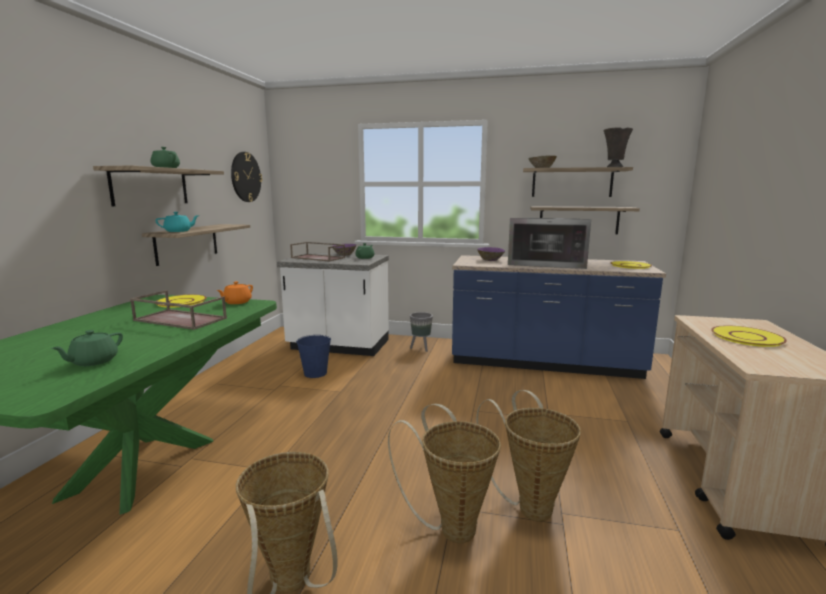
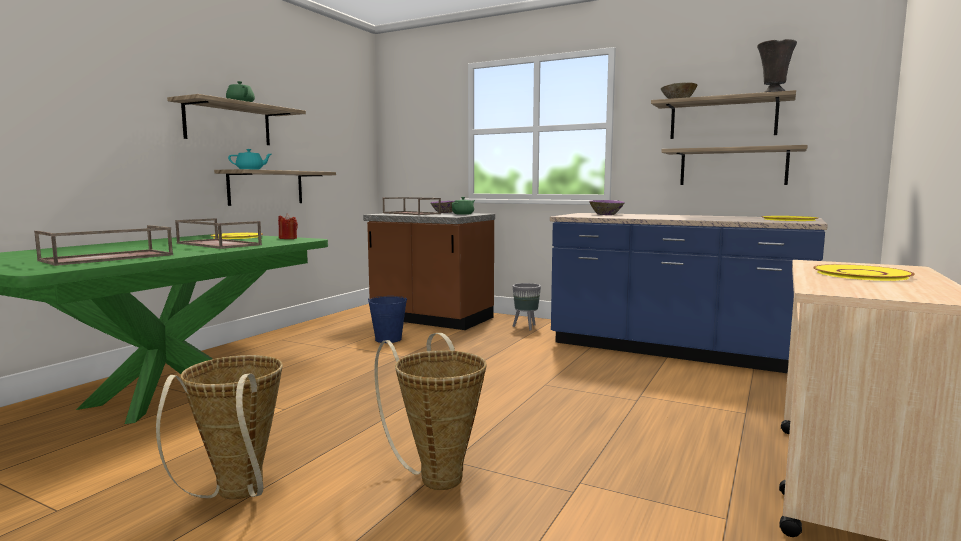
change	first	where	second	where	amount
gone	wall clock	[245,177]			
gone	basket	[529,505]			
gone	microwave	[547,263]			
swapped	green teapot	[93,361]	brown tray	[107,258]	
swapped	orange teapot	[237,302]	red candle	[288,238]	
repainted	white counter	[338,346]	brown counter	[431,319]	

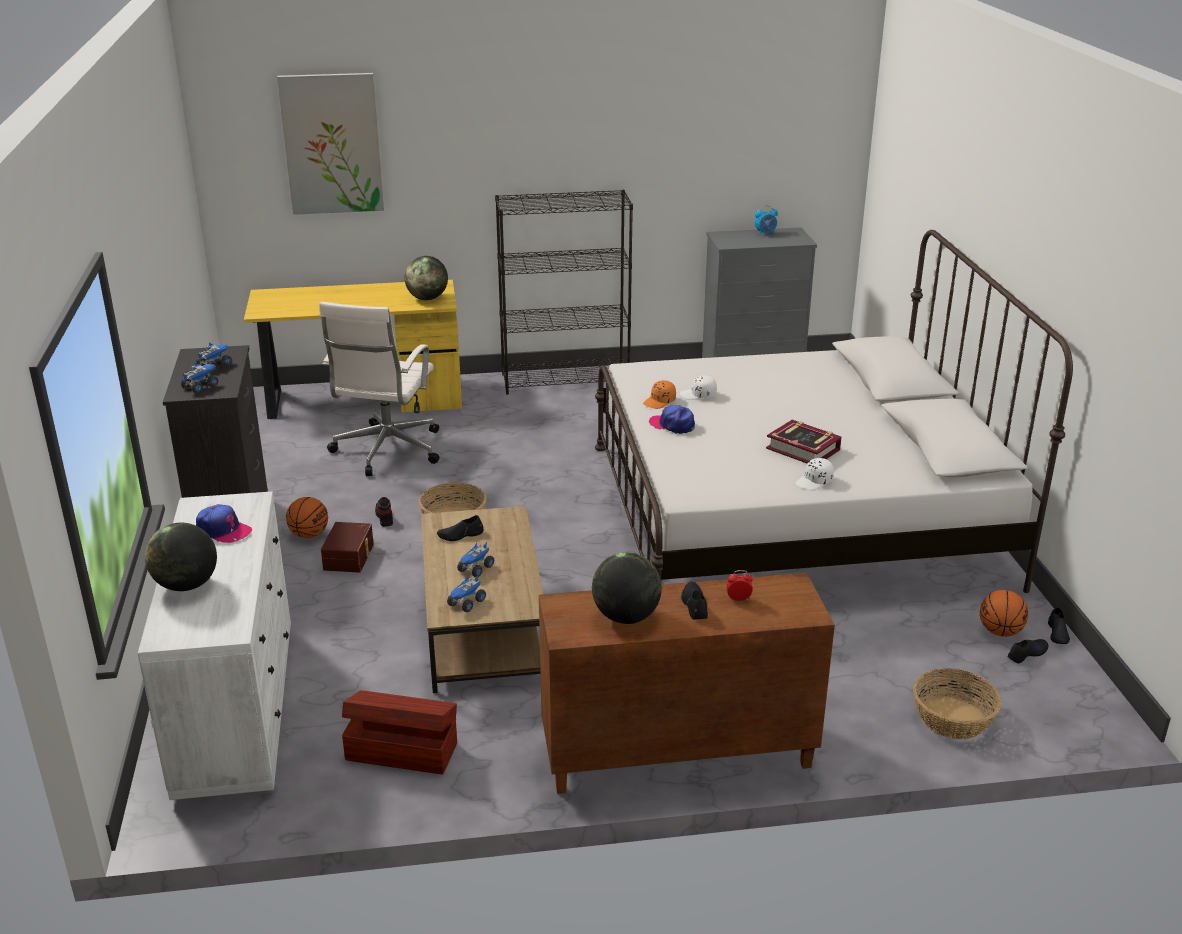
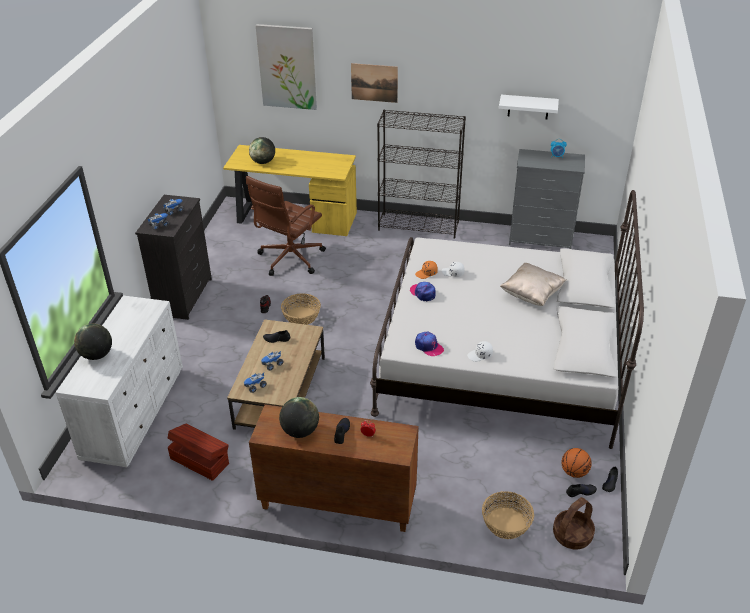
change	first	where	second	where	amount
gone	basketball	[309,534]			
gone	brown storage box	[350,557]			
gone	book	[803,449]			
new			picture	[374,83]	
new			white shelf	[528,107]	
new			beige pillow	[531,294]	
new			basket	[572,535]	
shifted	cap	[223,530]		[428,347]	
shifted	globe	[427,298]		[263,162]	
repainted	white office chair	[386,451]	brown office chair	[289,259]	

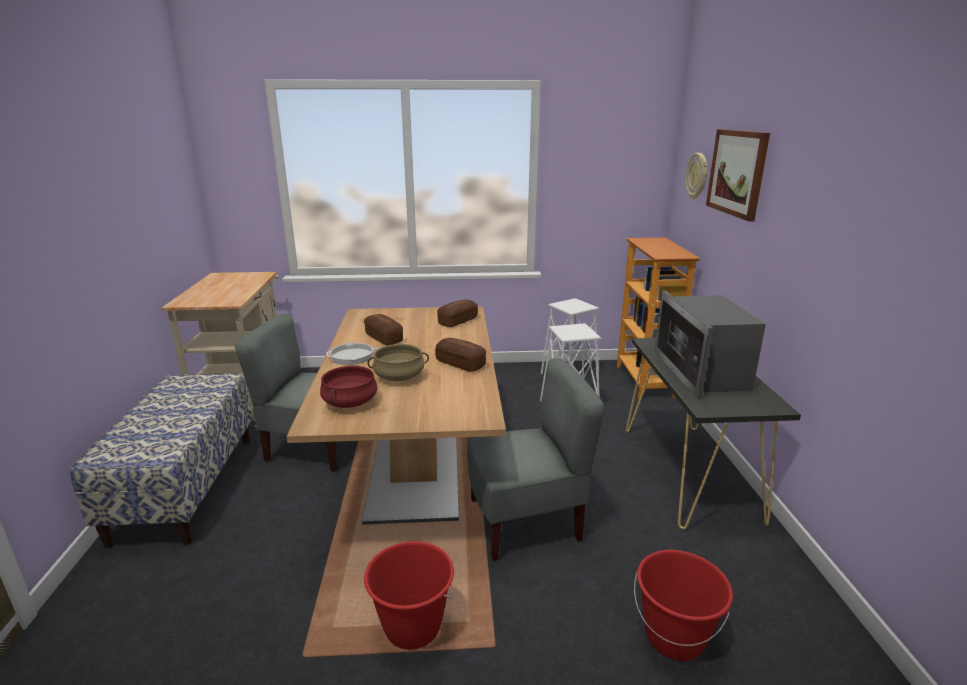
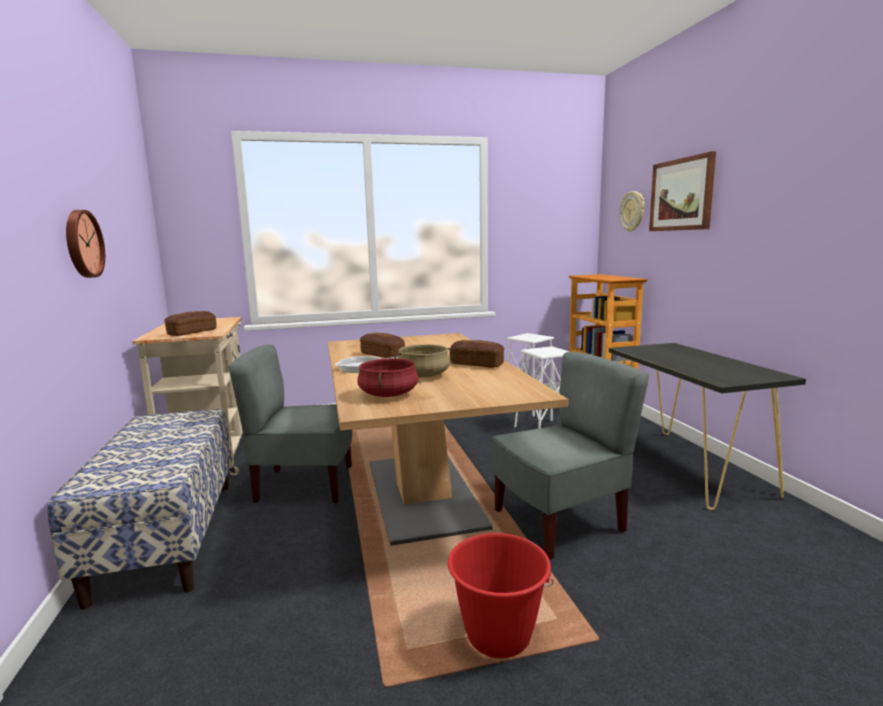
change	first	where	second	where	amount
gone	red bucket	[674,637]			
gone	microwave	[701,372]			
new			wall clock	[82,244]	
shifted	bread	[457,321]		[192,332]	

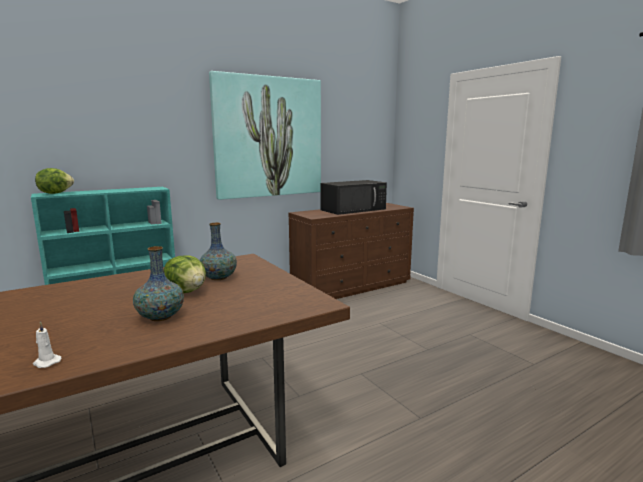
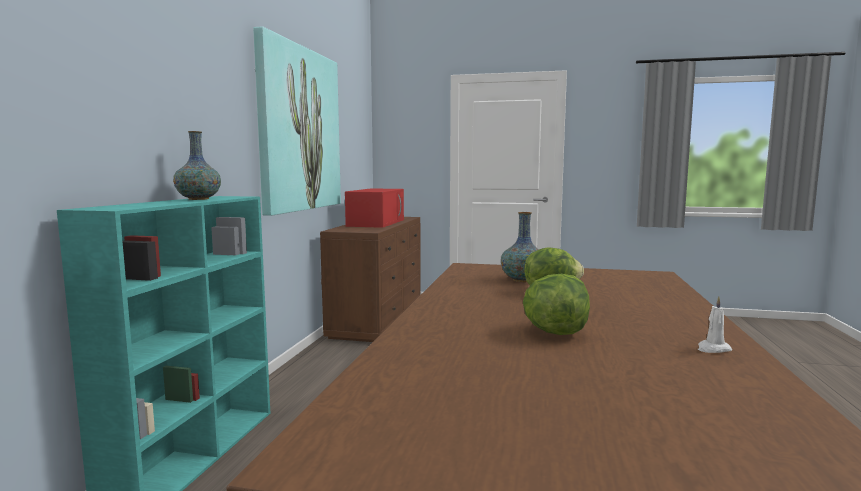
change	first	where	second	where	amount
shifted	lettuce	[55,193]		[555,332]	
shifted	vase	[160,317]		[198,199]	
repainted	black microwave	[354,209]	red microwave	[376,223]	

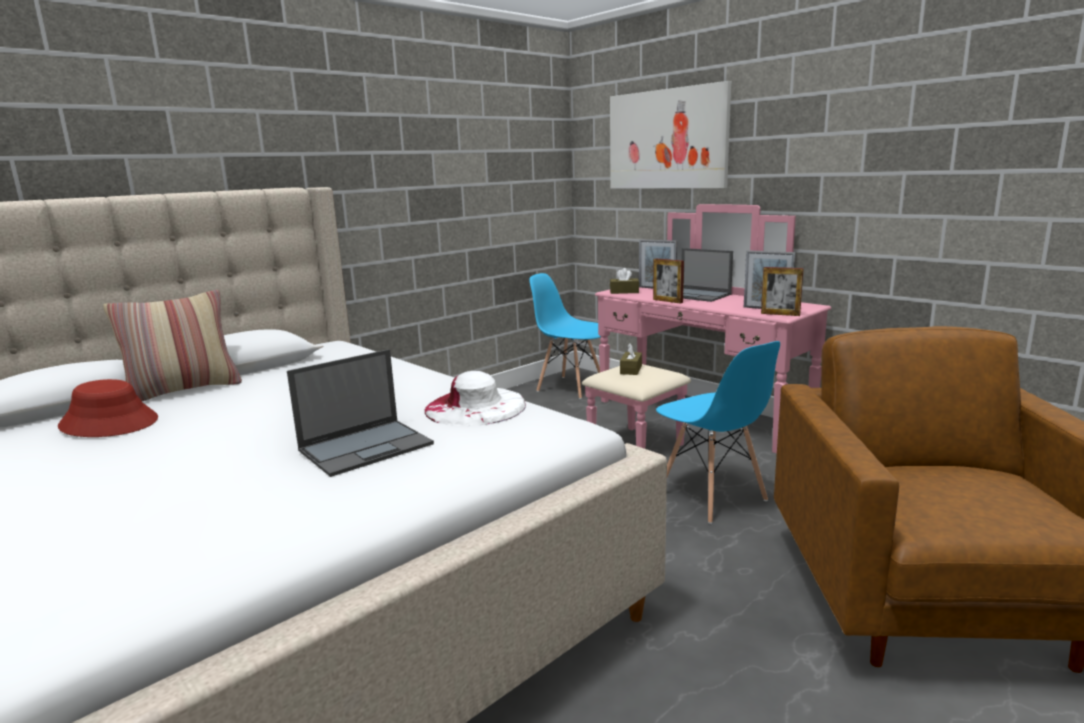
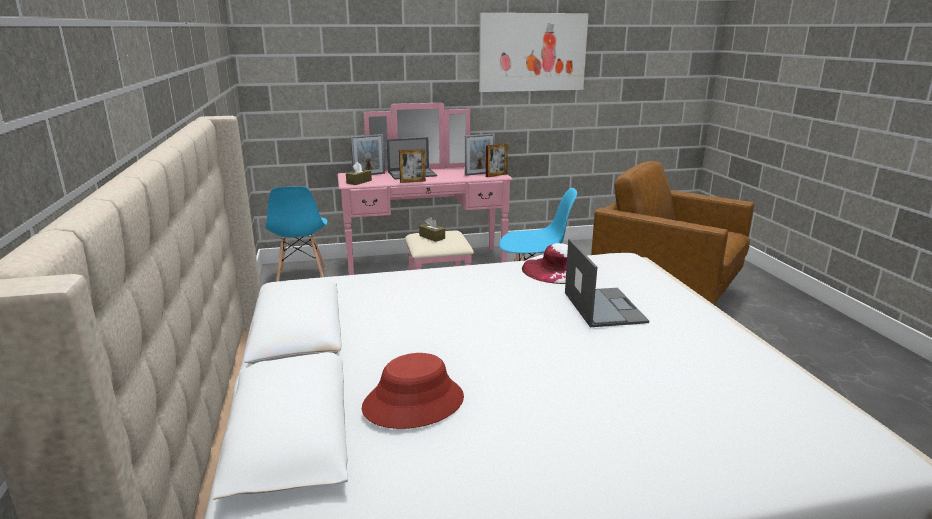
change	first	where	second	where	amount
gone	pillow	[184,390]			
shifted	picture	[667,139]		[532,52]	
rotated	blue chair	[570,387]		[301,278]	75 degrees counterclockwise

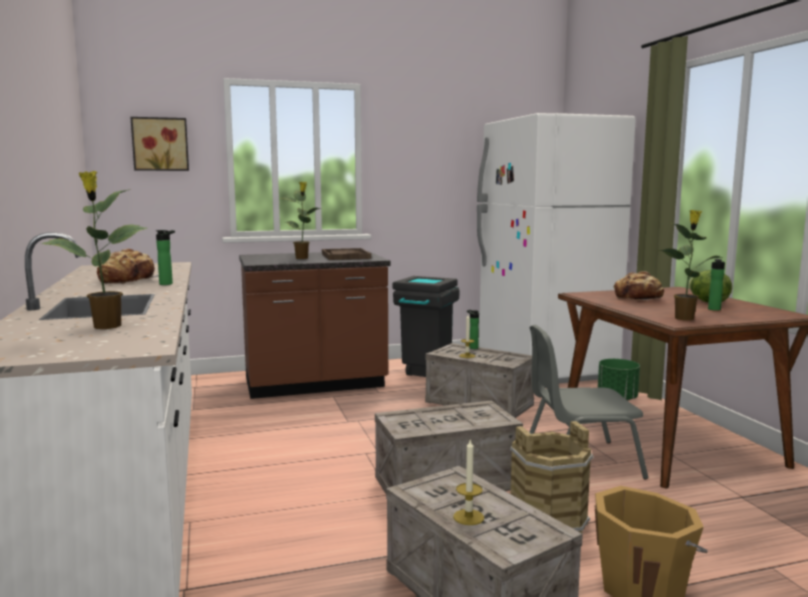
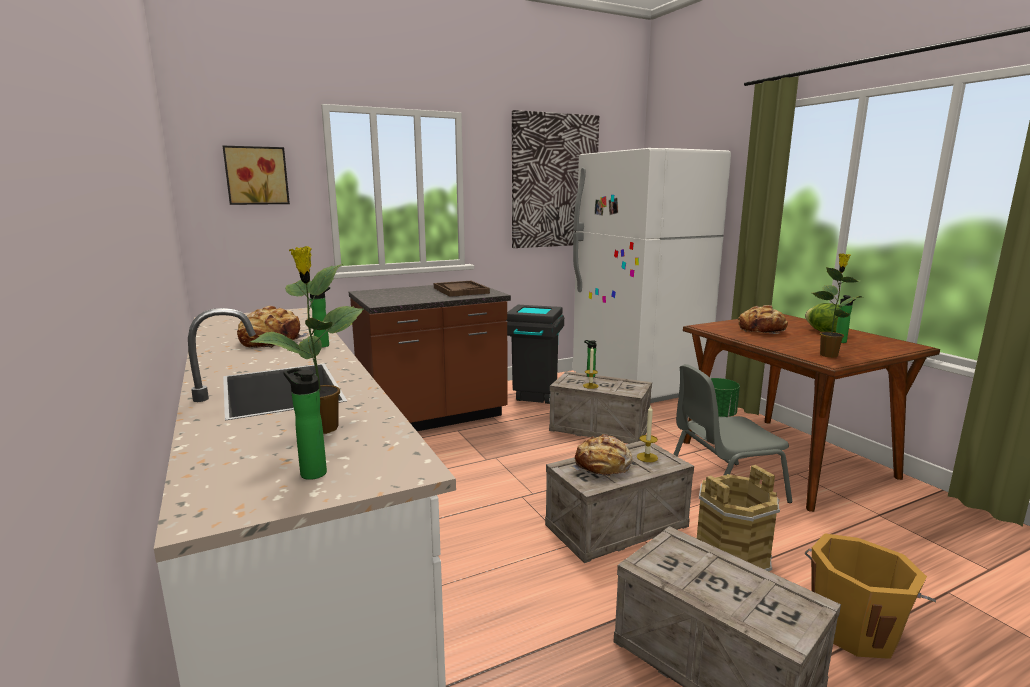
change	first	where	second	where	amount
gone	potted plant	[302,258]			
new			bottle	[311,472]	
new			picture	[554,181]	
new			bread	[602,466]	
shifted	candle	[468,517]		[647,457]	

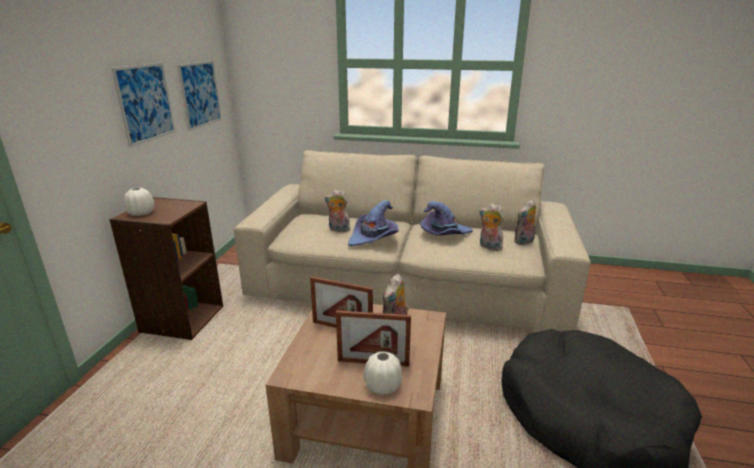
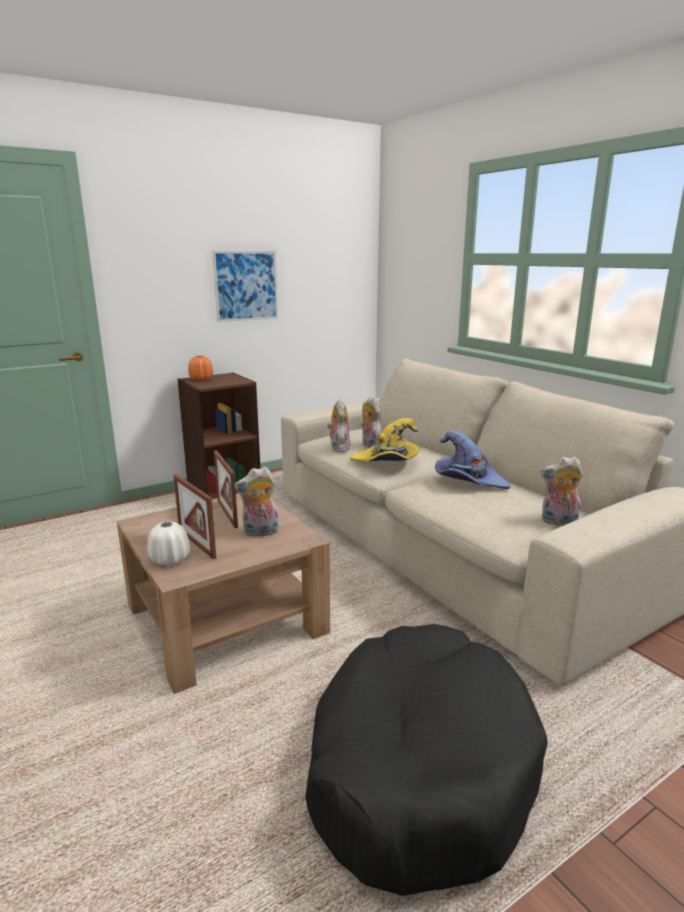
change	first	where	second	where	amount
gone	picture	[200,94]			
shifted	plush toy	[489,247]		[338,448]	
repainted	white vase	[141,213]	orange vase	[201,379]	
repainted	purple hat	[374,238]	yellow hat	[387,461]	

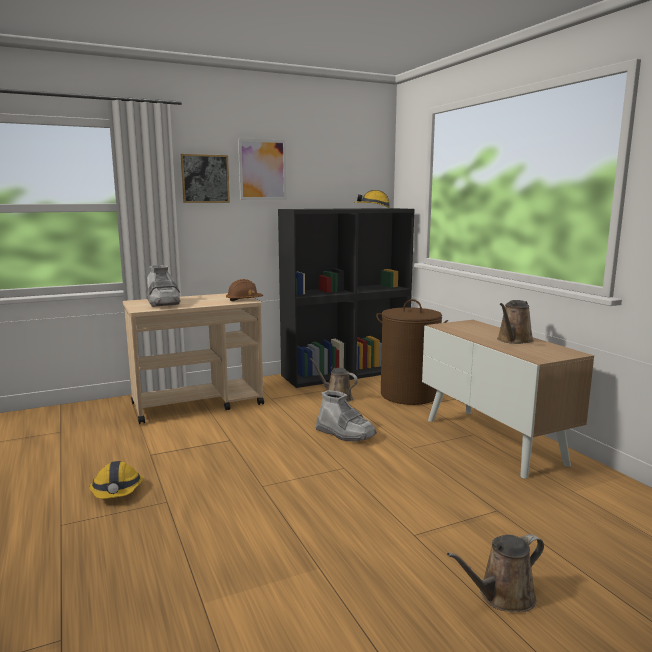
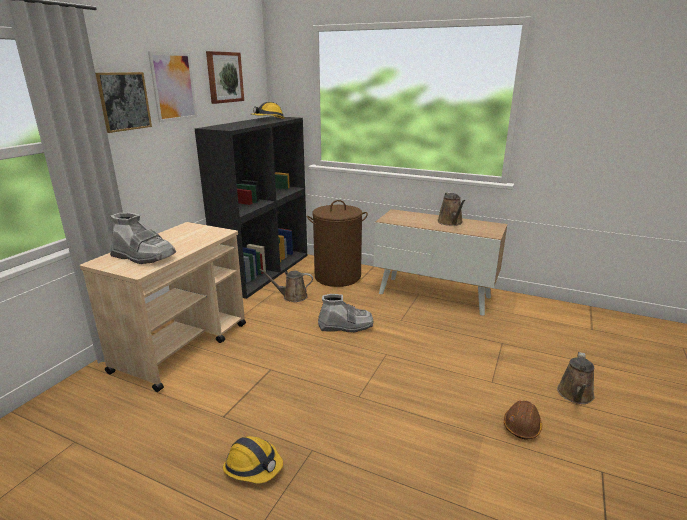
change	first	where	second	where	amount
new			picture	[224,77]	
shifted	brown hard hat	[244,300]		[522,426]	

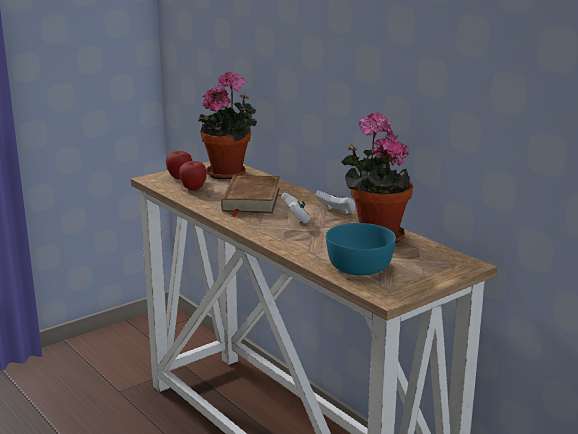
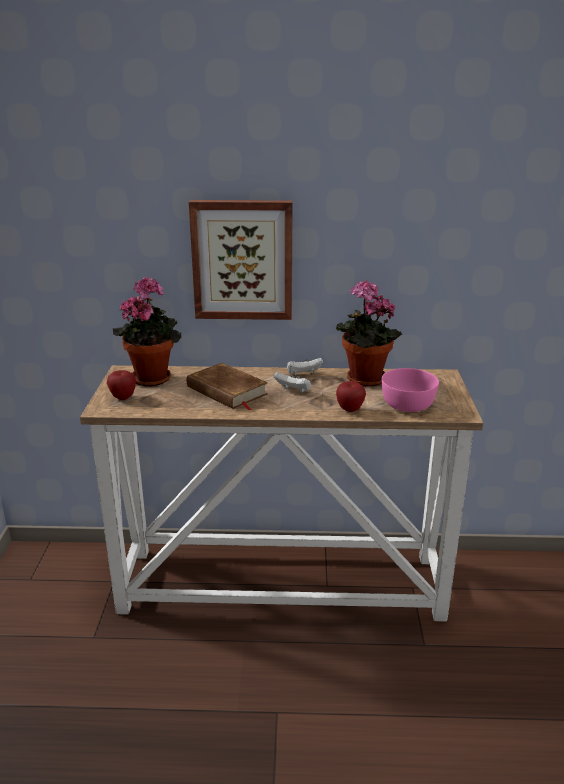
change	first	where	second	where	amount
new			picture	[242,260]	
shifted	apple	[193,189]		[350,410]	
repainted	turquoise bowl	[360,267]	pink bowl	[407,404]	

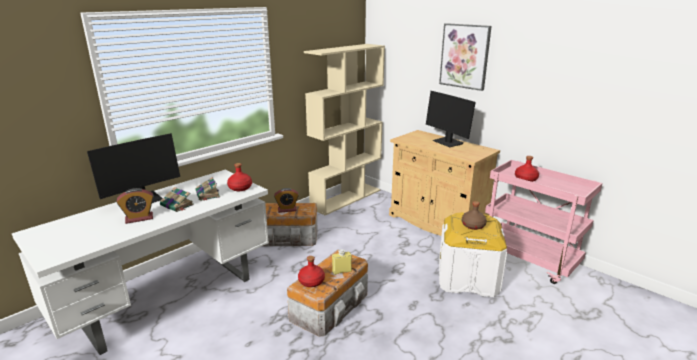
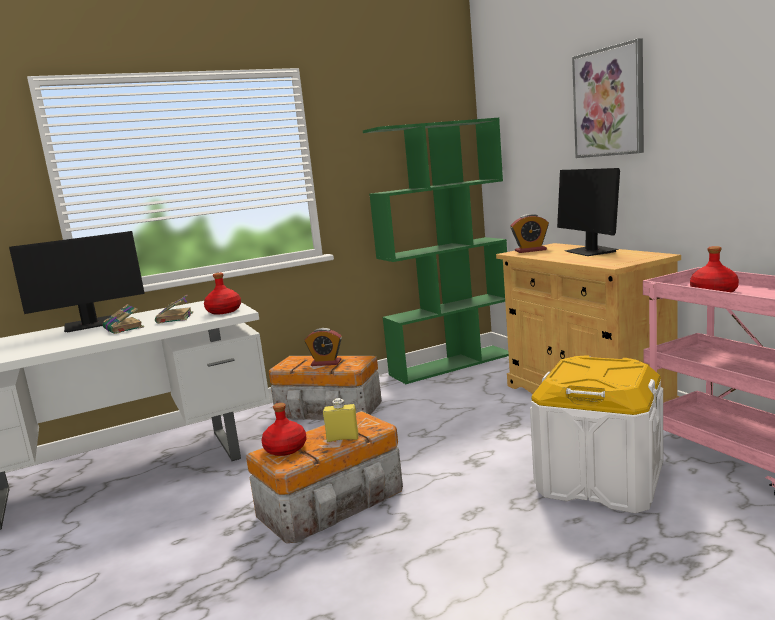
change	first	where	second	where	amount
gone	brown bottle	[473,226]			
shifted	alarm clock	[139,218]		[530,250]	
repainted	beige bookcase	[346,198]	green bookcase	[452,364]	

